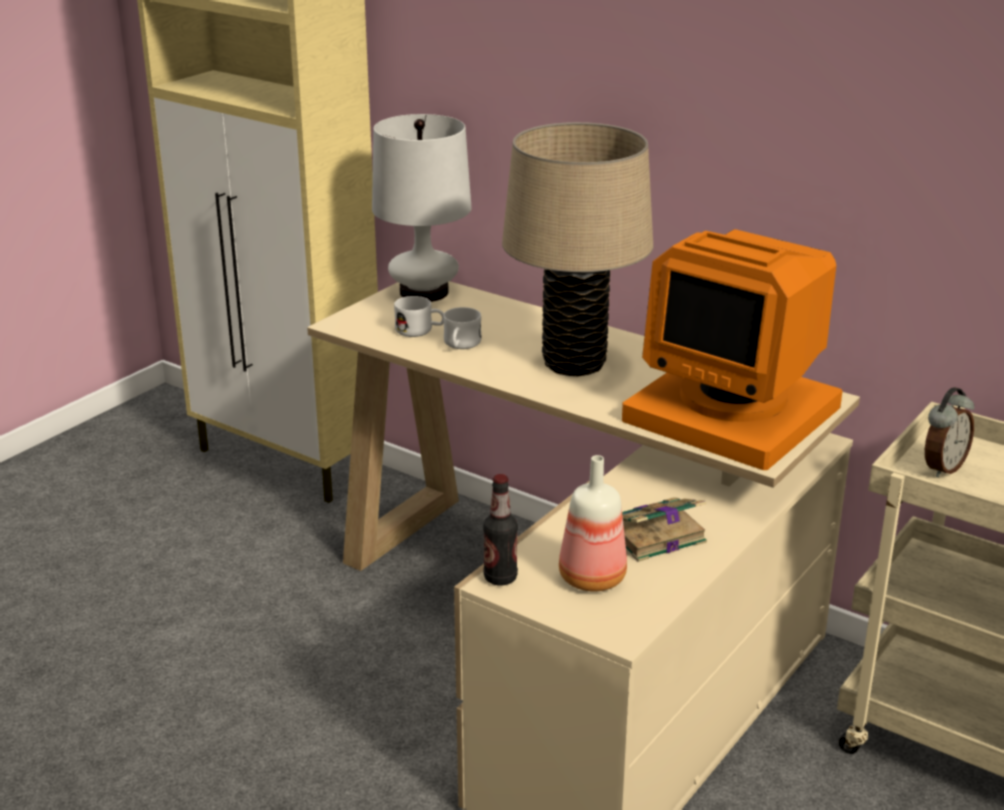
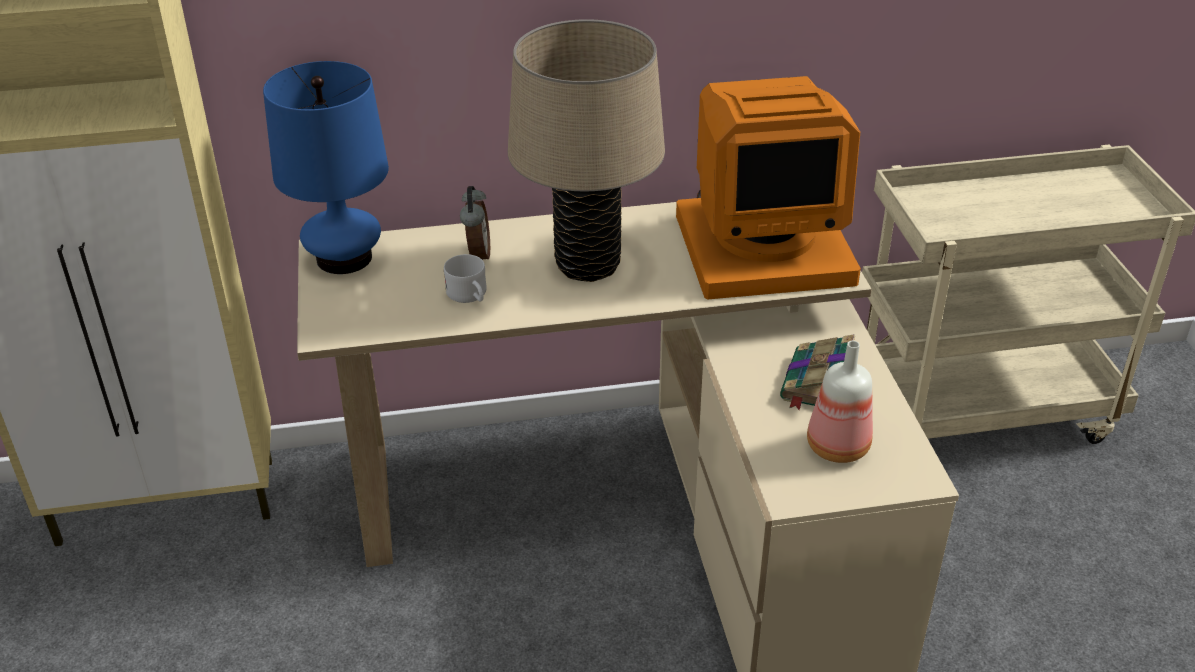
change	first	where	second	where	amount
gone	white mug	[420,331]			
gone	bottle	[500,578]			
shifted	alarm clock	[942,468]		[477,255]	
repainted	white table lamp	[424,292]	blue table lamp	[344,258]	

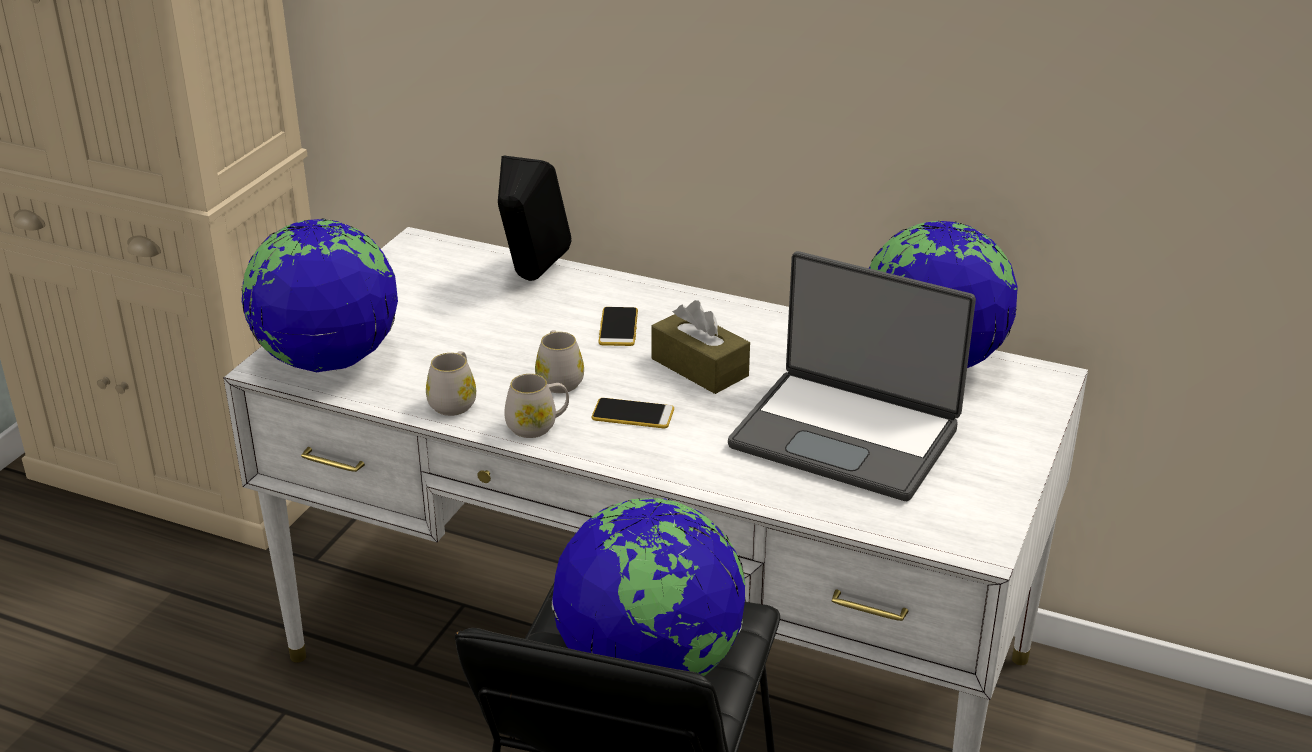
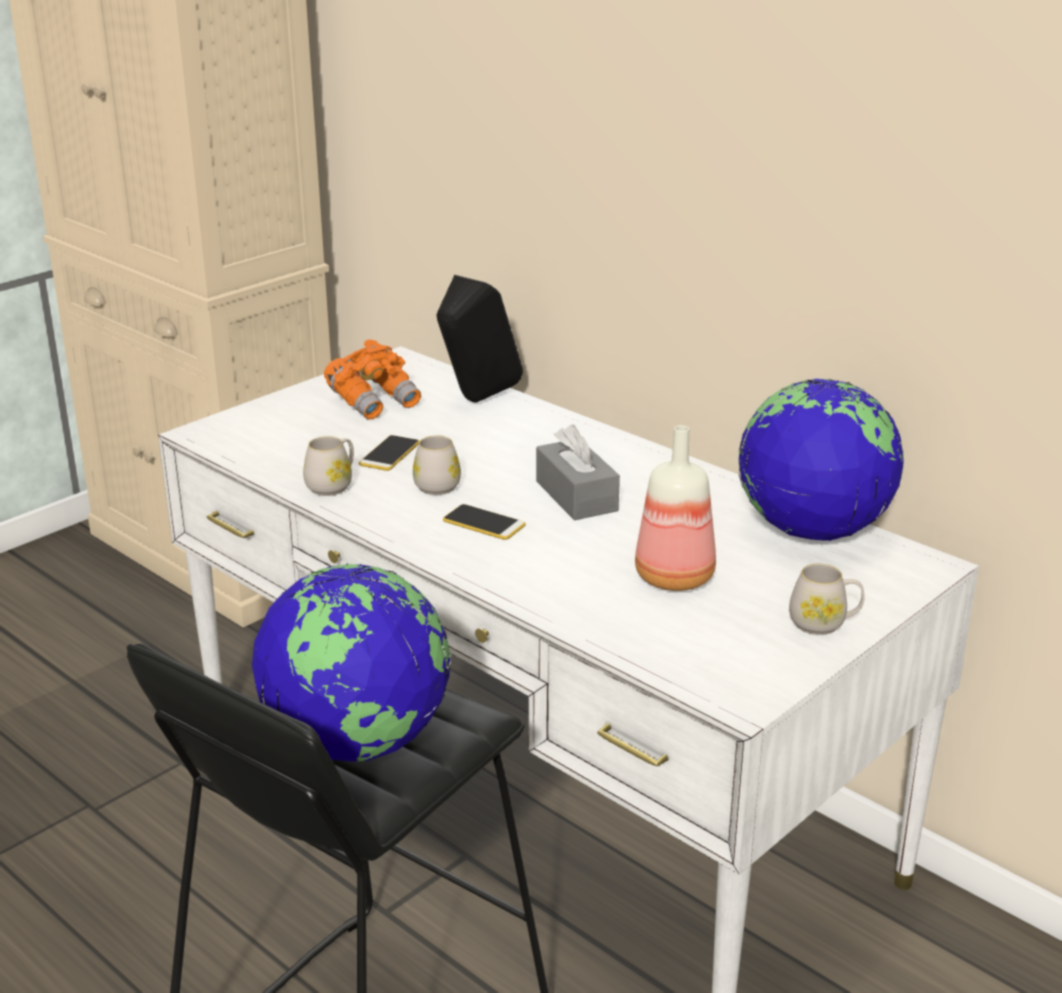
change	first	where	second	where	amount
gone	globe	[328,360]			
new			orange binoculars	[374,402]	
shifted	white mug	[537,426]		[824,624]	
shifted	phone	[618,327]		[389,454]	
swapped	laptop	[846,435]	bottle	[677,577]	
repainted	brown tissue box	[699,367]	grey tissue box	[576,496]	

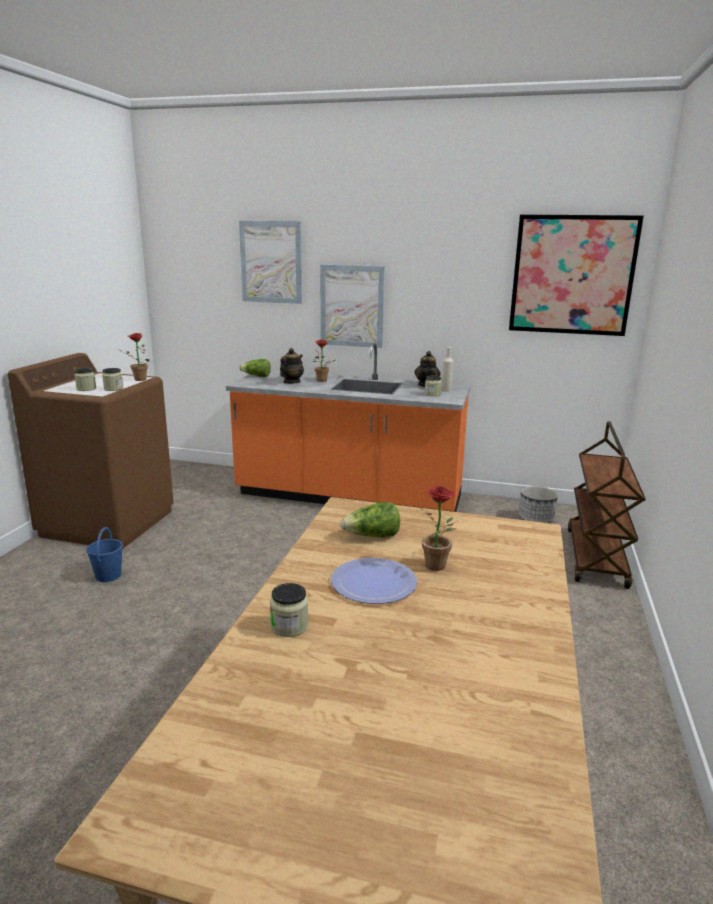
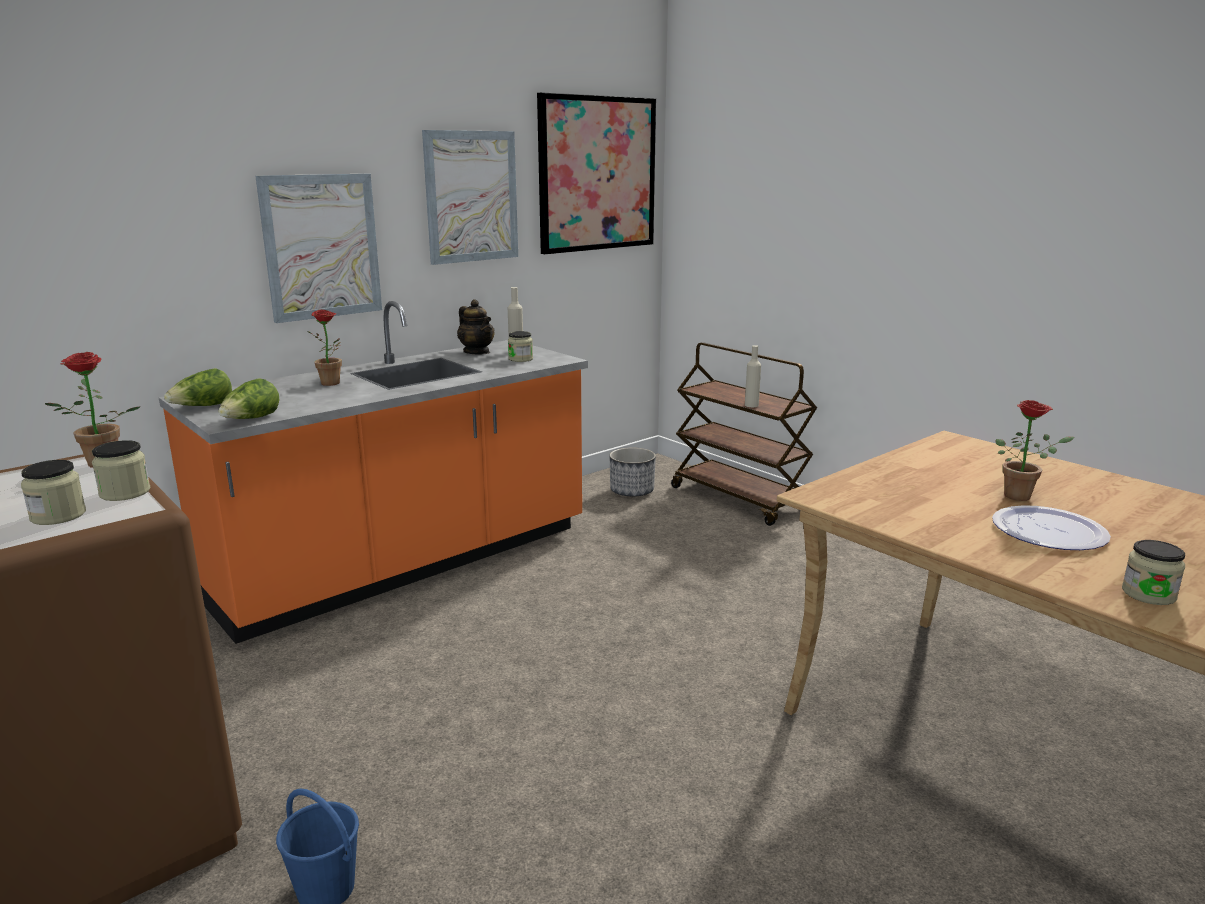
change	first	where	second	where	amount
gone	teapot	[291,382]			
new			beige bottle	[751,405]	
shifted	picture	[271,262]		[471,197]	
shifted	lettuce	[372,536]		[251,420]	

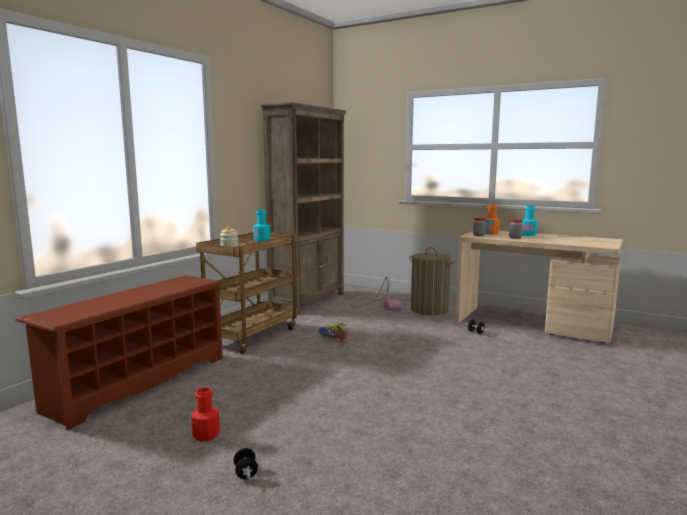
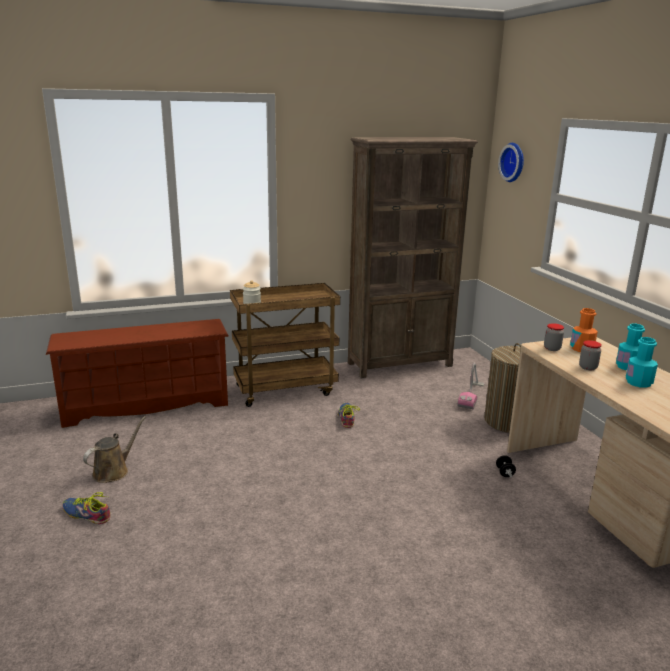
change	first	where	second	where	amount
new			wall clock	[514,162]	
shifted	turquoise bottle	[262,240]		[638,382]	
swapped	red bottle	[206,435]	brown watering can	[113,471]	
swapped	black dumbbell	[245,473]	shoe	[86,514]	

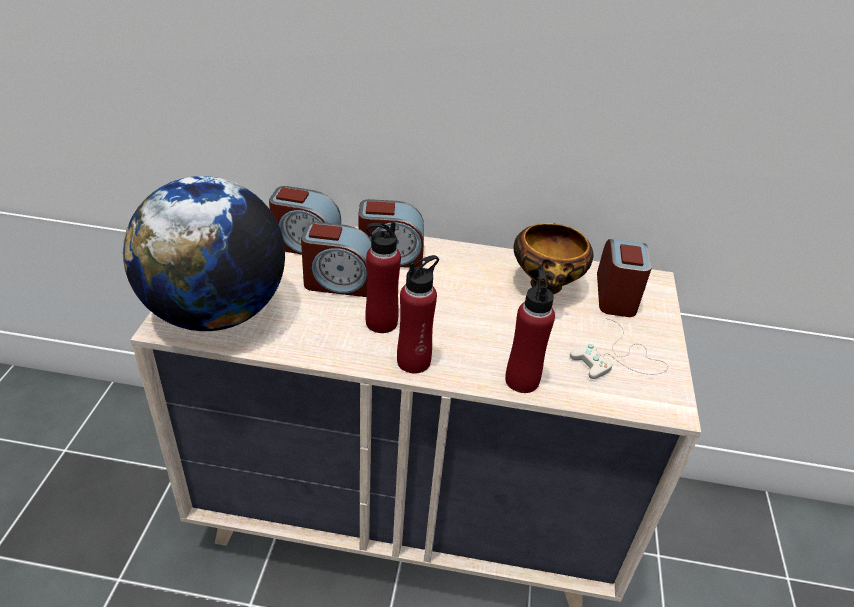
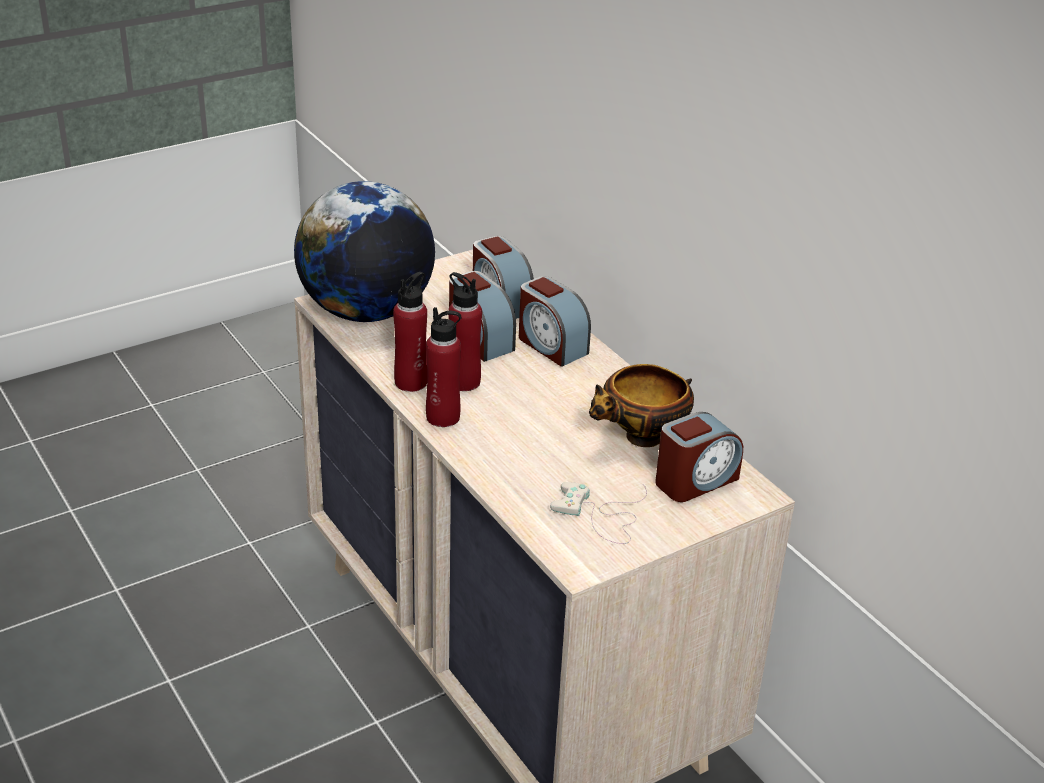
change	first	where	second	where	amount
shifted	red bottle	[522,380]		[411,382]	

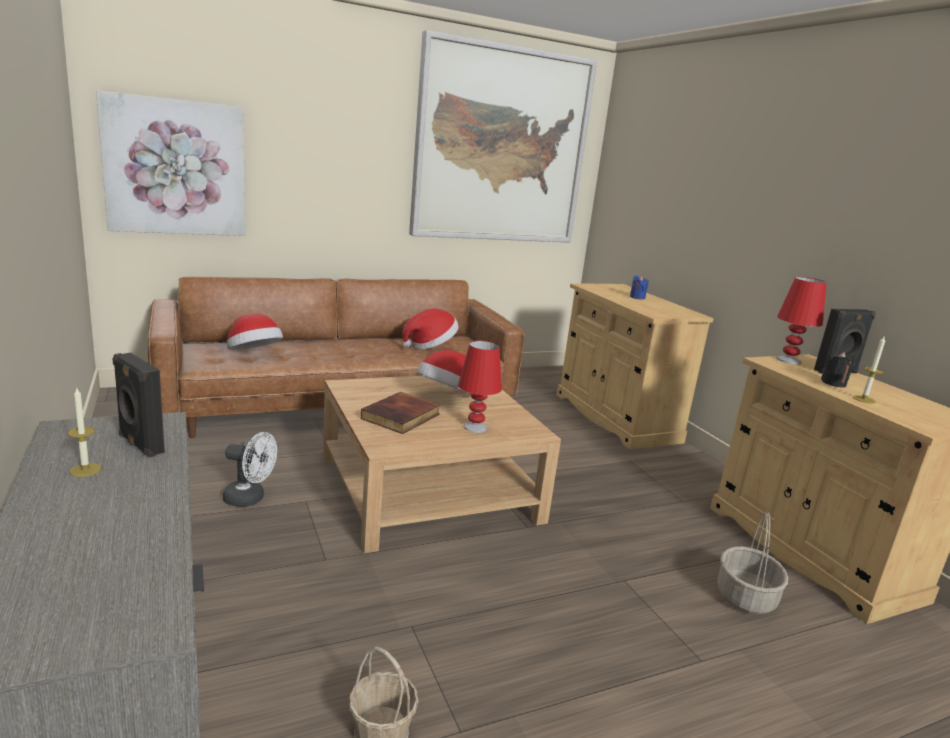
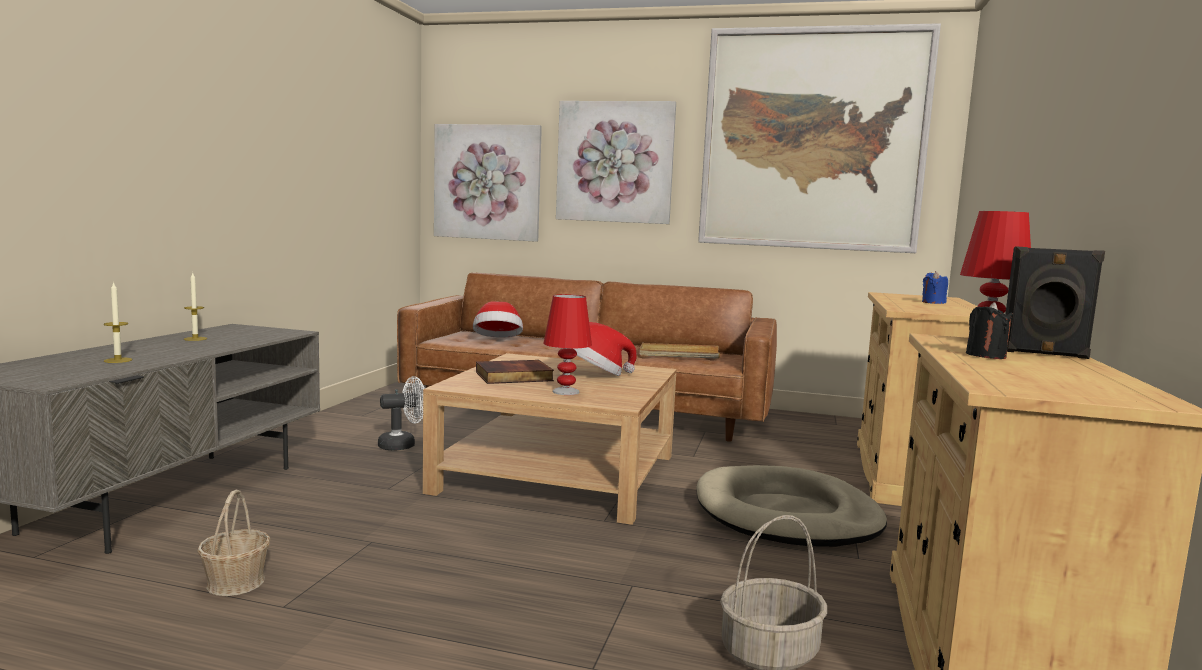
change	first	where	second	where	amount
gone	black speaker	[140,444]			
new			picture	[615,162]	
new			beige dog bed	[786,514]	
shifted	candle	[864,399]		[118,360]	
swapped	hat	[430,346]	beige tray	[679,354]	
rotated	white fan	[250,499]		[403,445]	75 degrees counterclockwise

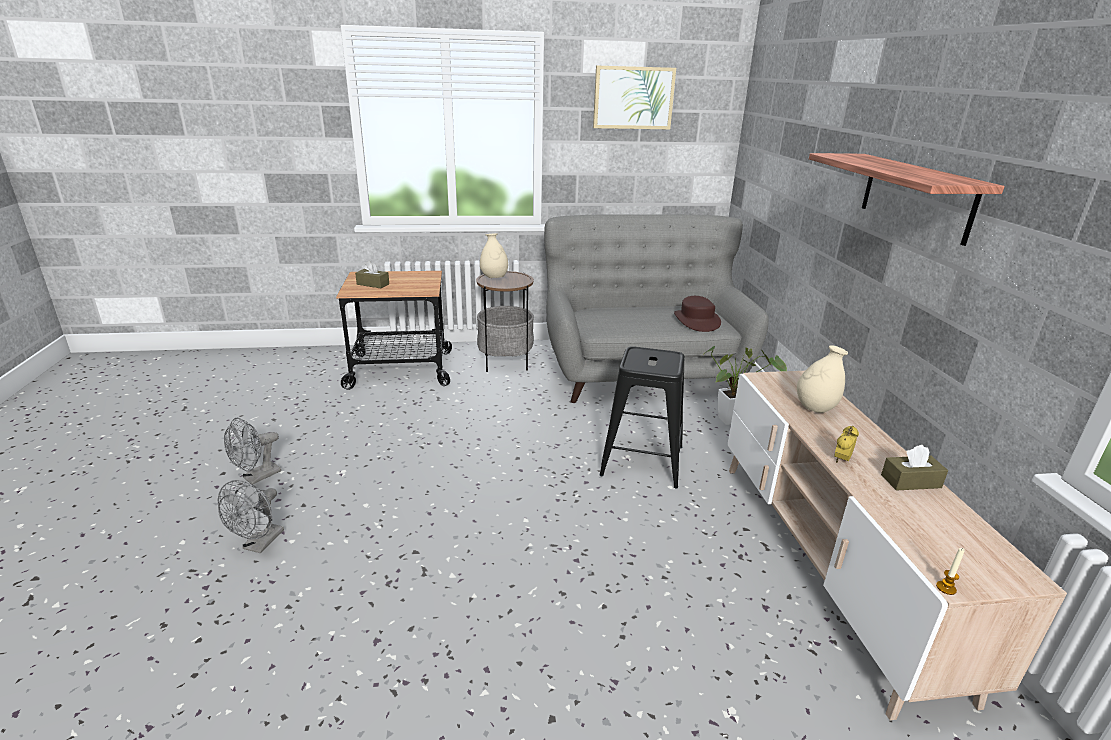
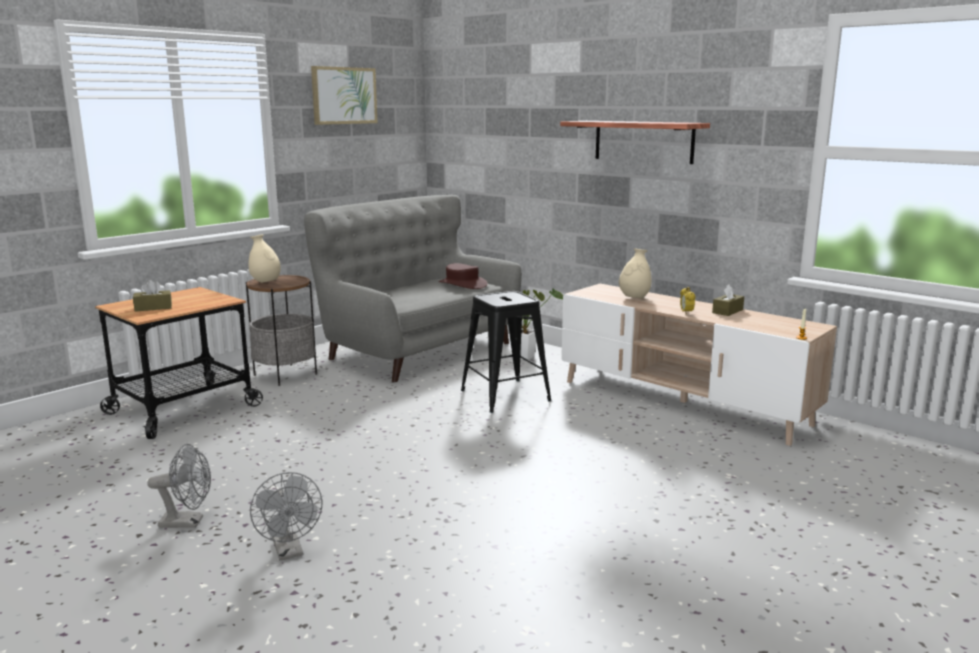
change	first	where	second	where	amount
rotated	grey fan	[257,477]		[188,522]	90 degrees counterclockwise

